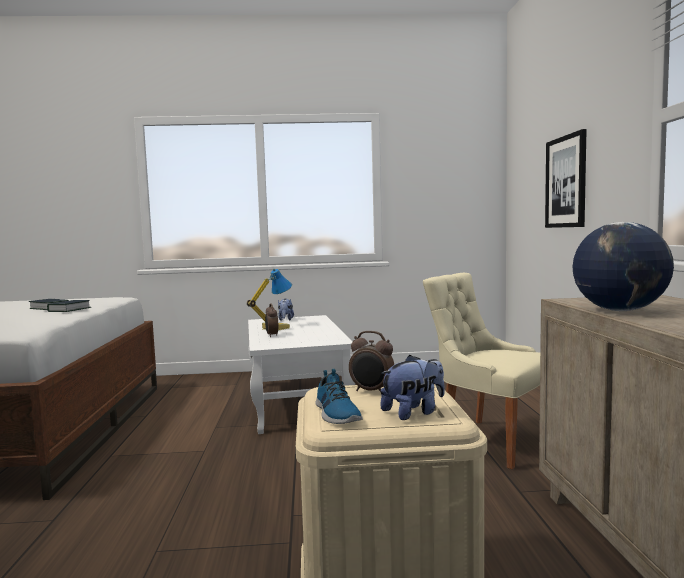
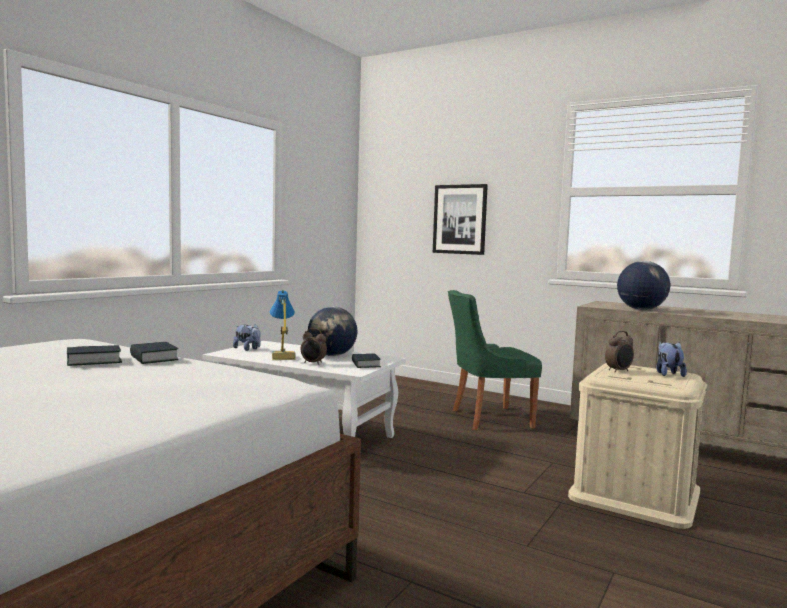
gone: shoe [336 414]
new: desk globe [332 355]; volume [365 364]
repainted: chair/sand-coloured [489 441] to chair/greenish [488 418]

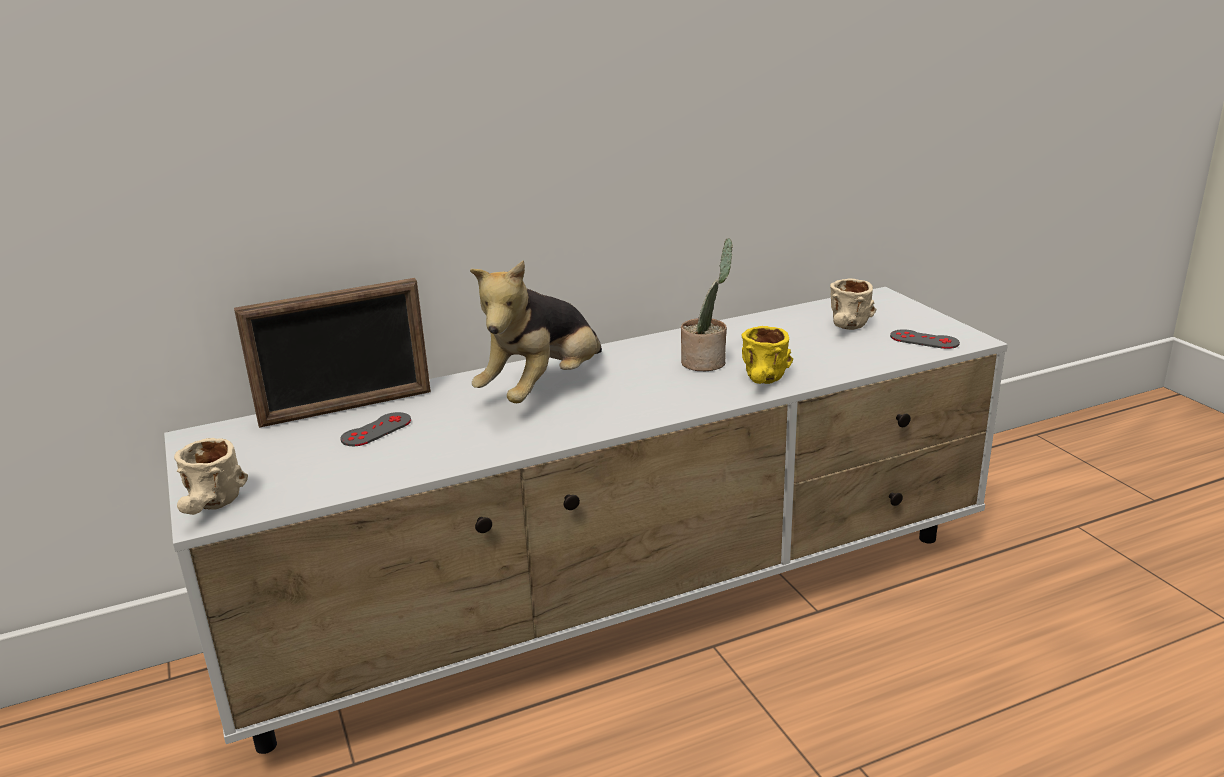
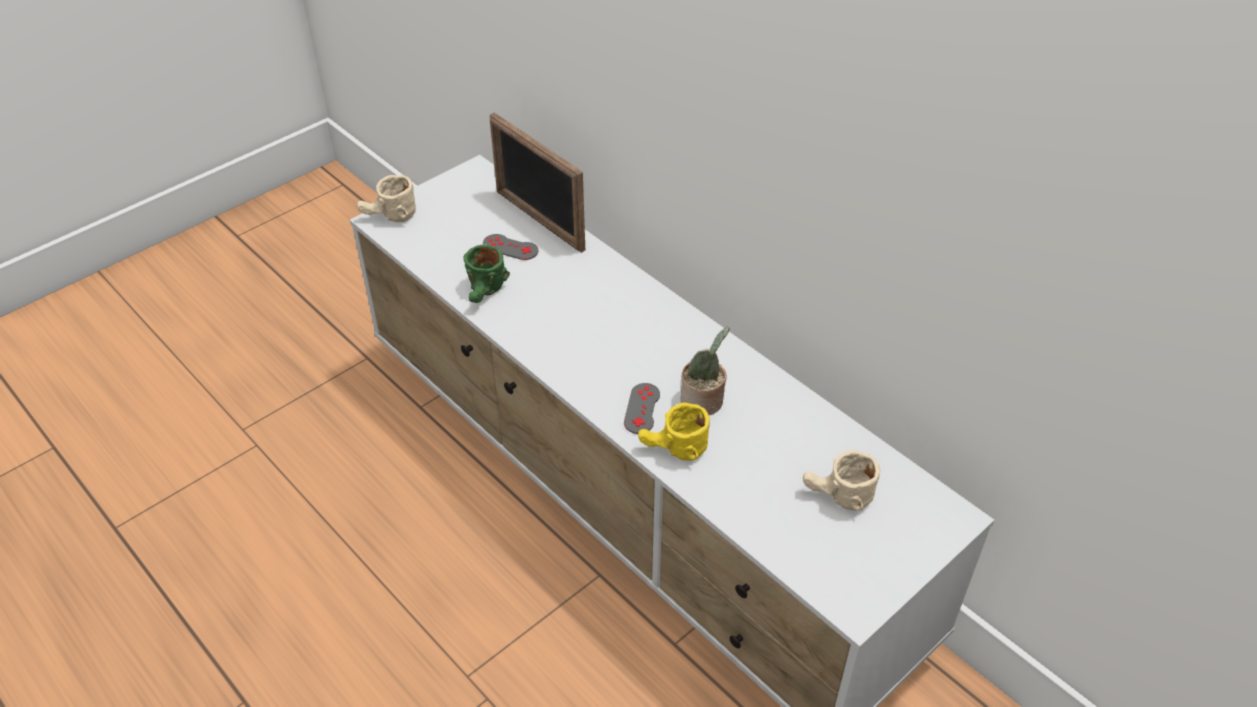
gone: plush toy [544 390]
new: tea mug/greenish [486 294]
shifted: gamepad/gray [924 340] to [642 408]

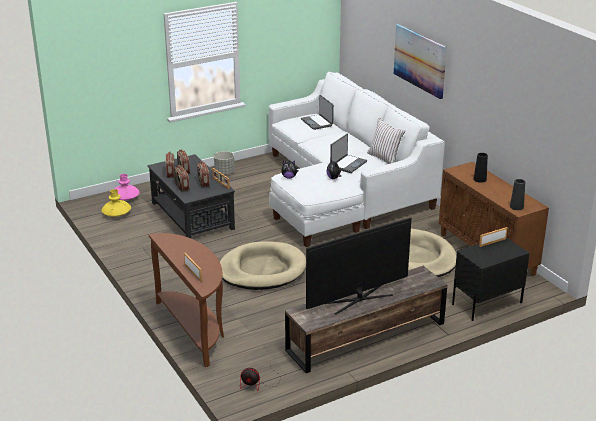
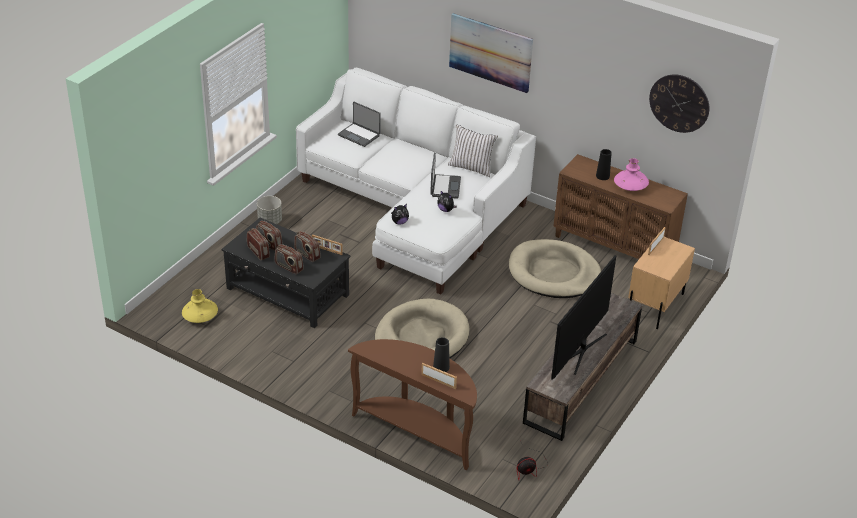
new: hanging clock [679 103]
shifted: flower vase/pinkish [125 198] to [630 186]; flower vase/black [516 207] to [441 367]
repainted: nightstand/black [486 303] to nightstand/sand-coloured [655 305]

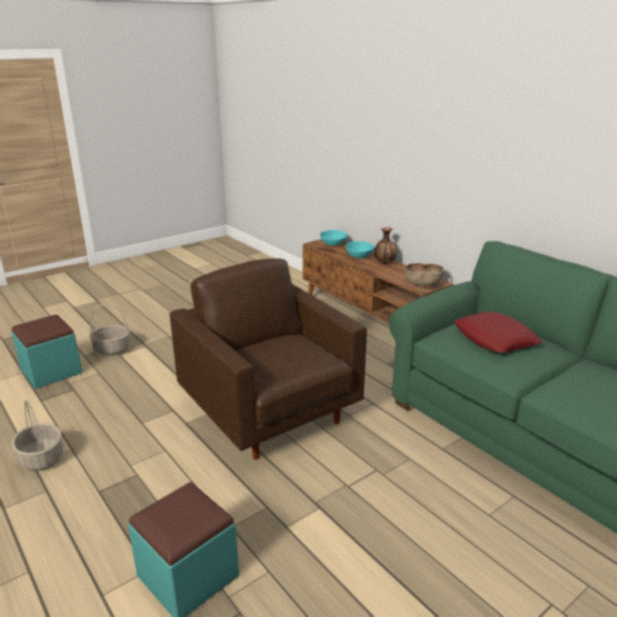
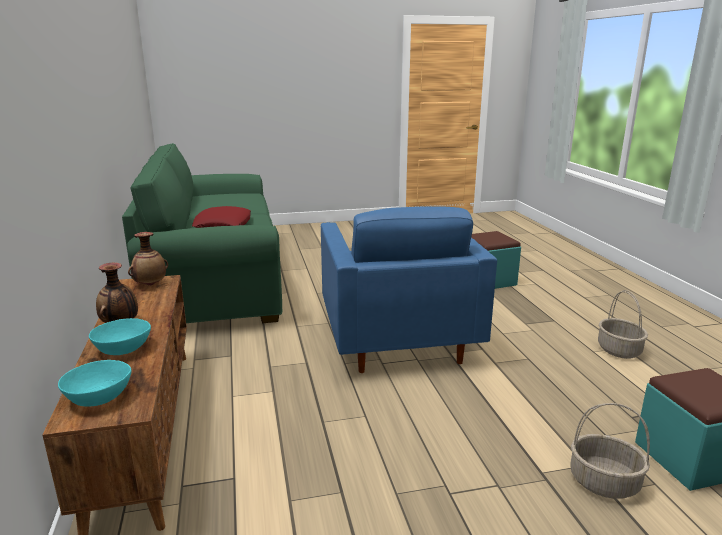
swapped: bowl/brownish [423 284] to flower vase [150 284]
repainted: easy chair/brownish [270 413] to easy chair/blue-coloured [396 339]

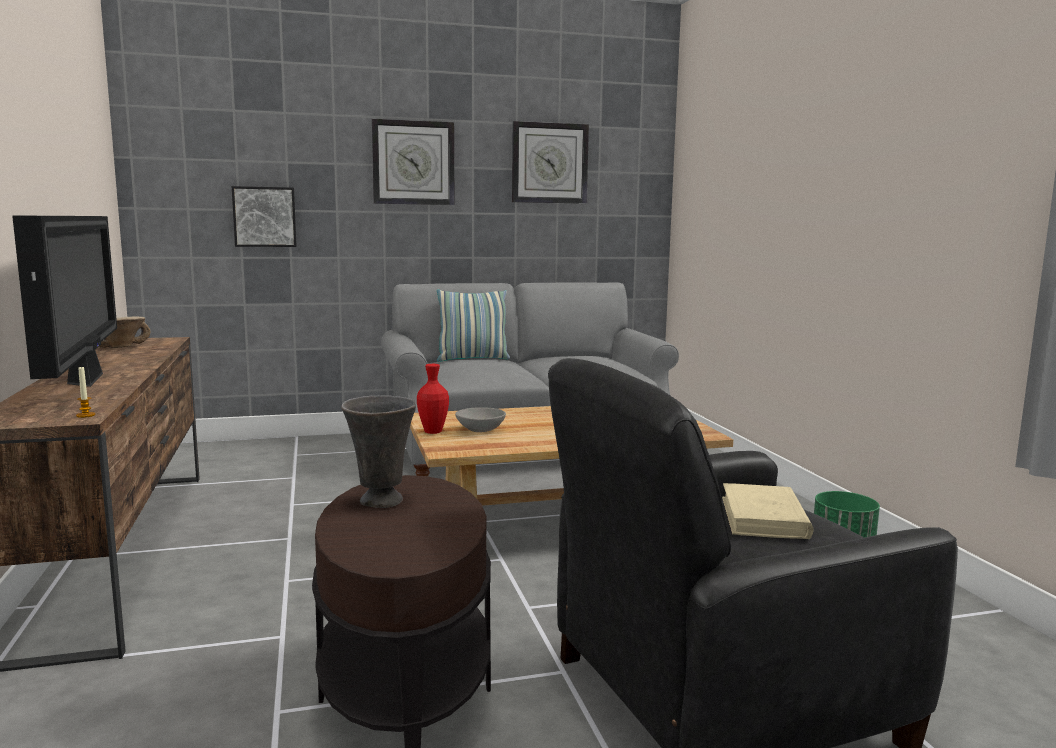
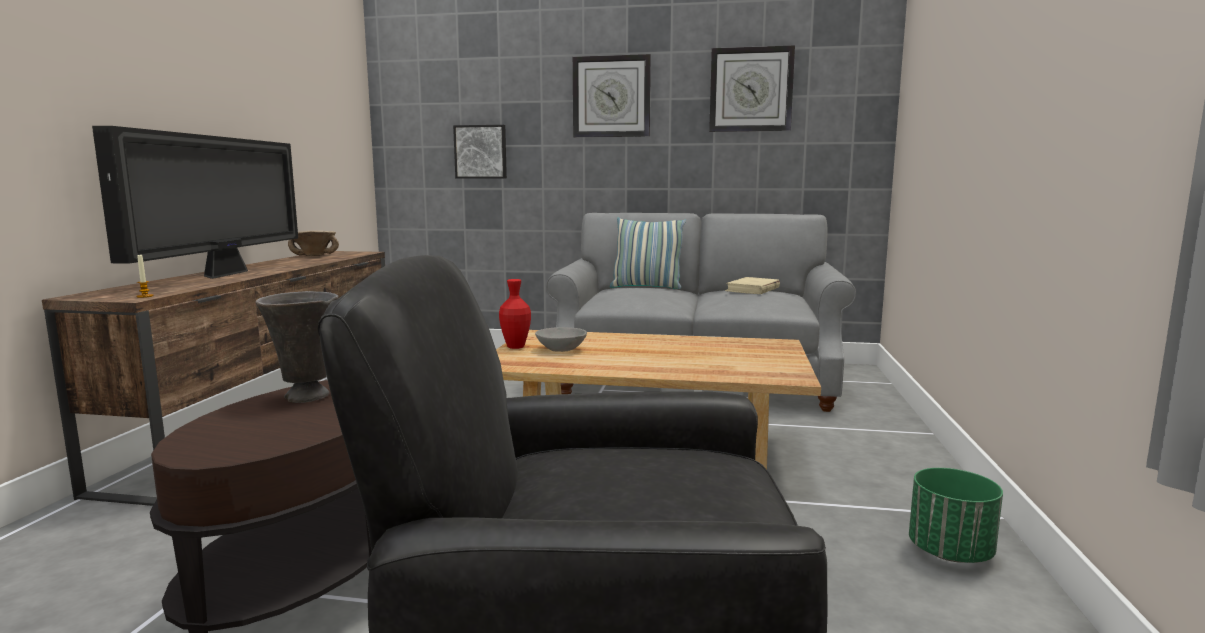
shifted: volume/sand-coloured [763 517] to [752 289]

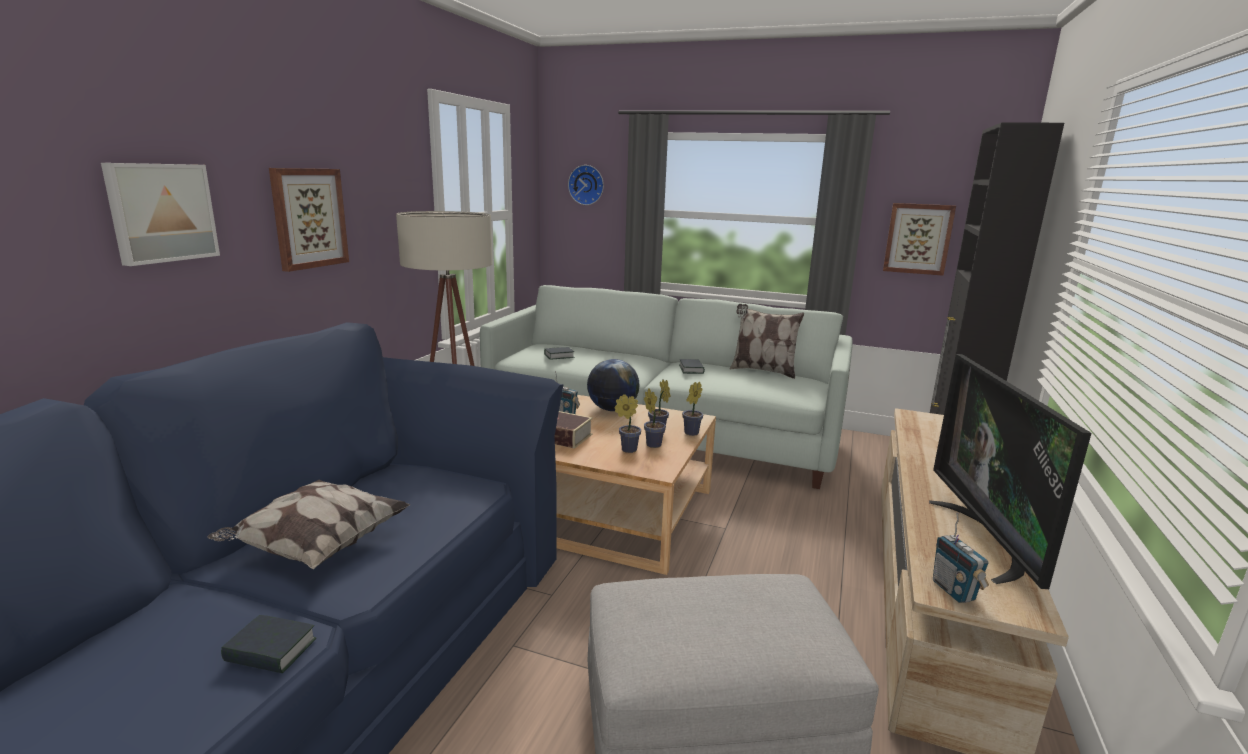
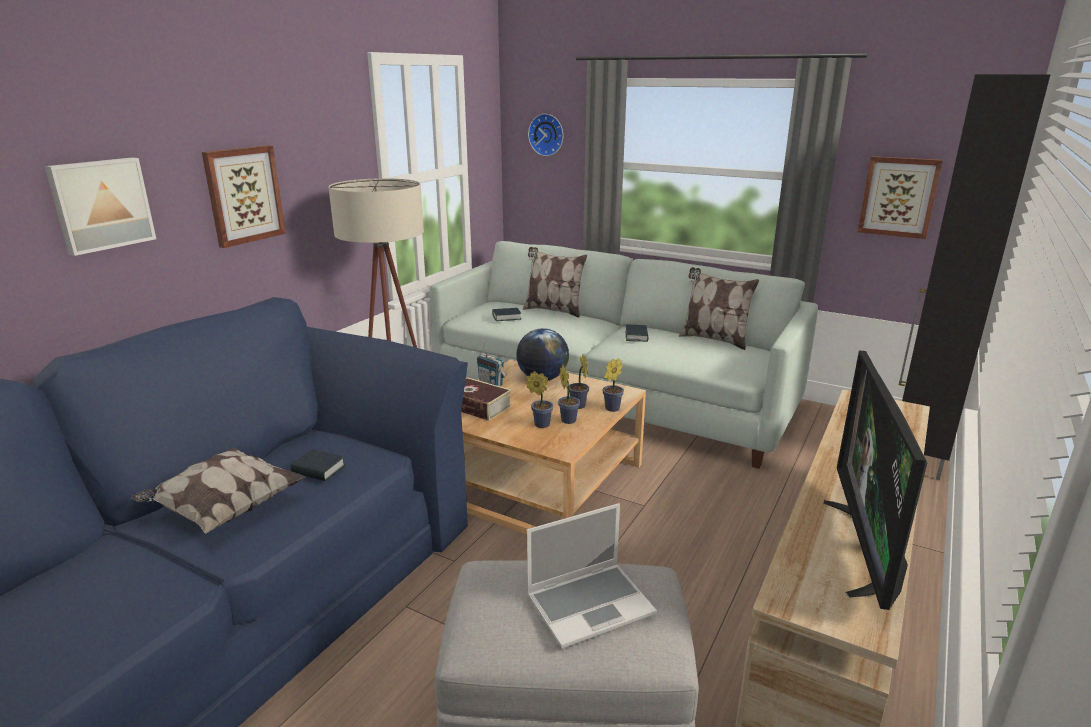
gone: radio receiver [953 591]
new: throw pillow [553 310]; portable computer [590 604]
shifted: volume [271 651] to [318 470]

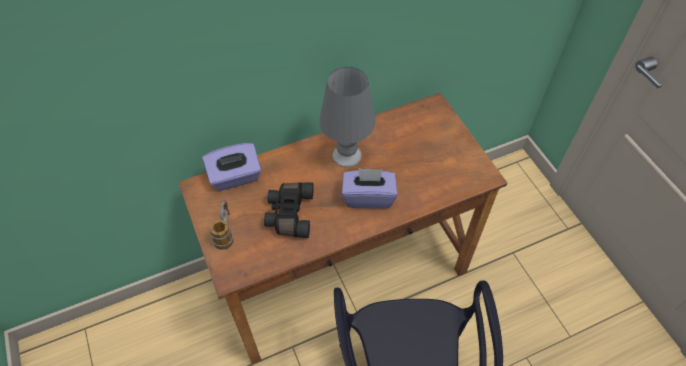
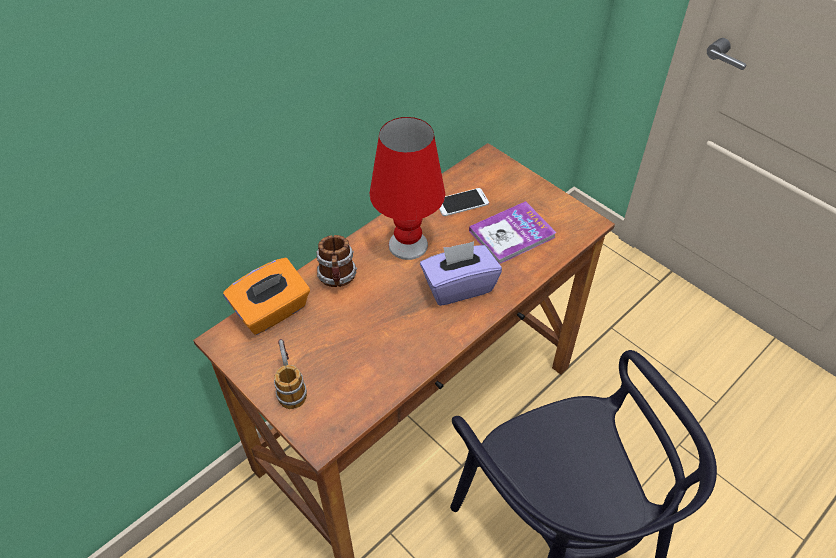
gone: pair of binoculars/black [289 214]
new: tea mug [338 278]; handset [461 202]; volume [512 234]
repainted: tissue box/purple [235 177] to tissue box/orange [272 311]; lamp for a table/gray [347 155] to lamp for a table/red-coloured [408 244]

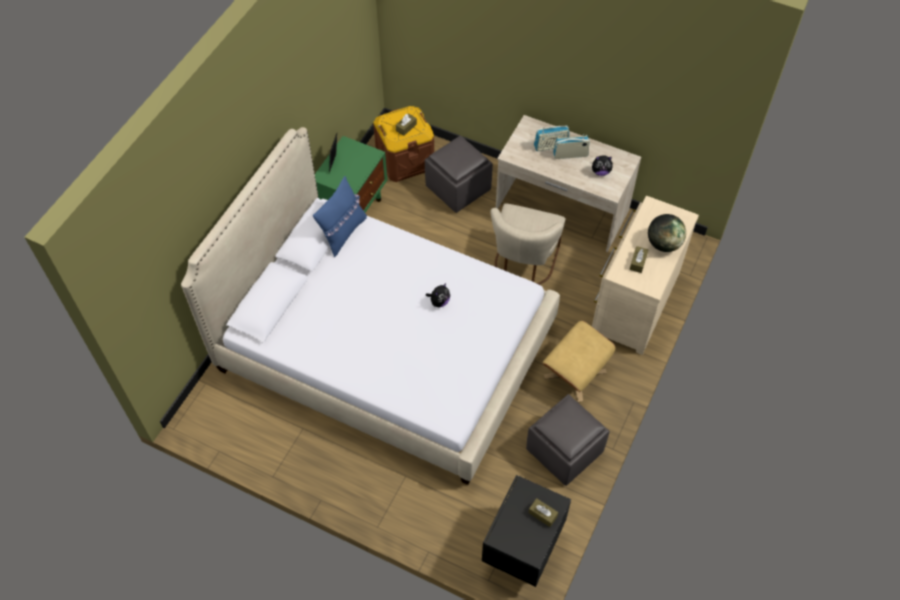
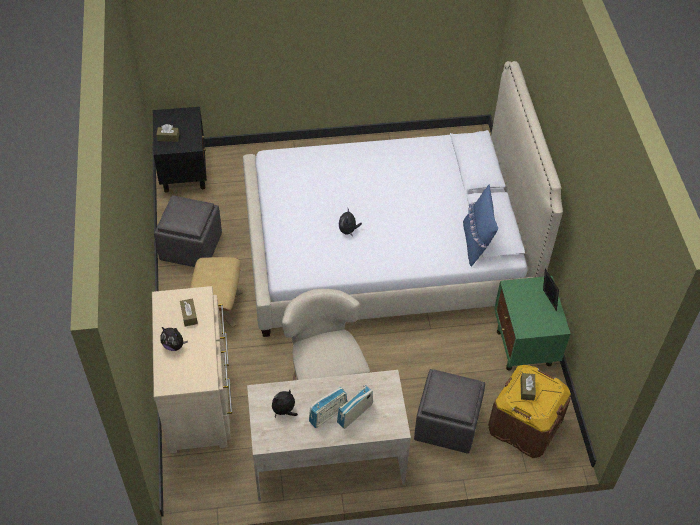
swapped: desk globe [663 244] to plush toy [174 345]

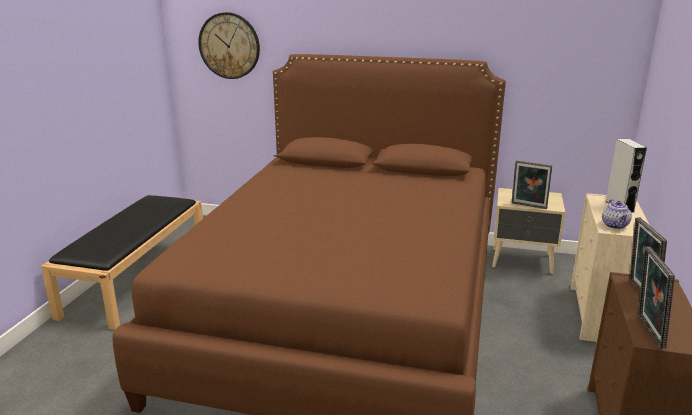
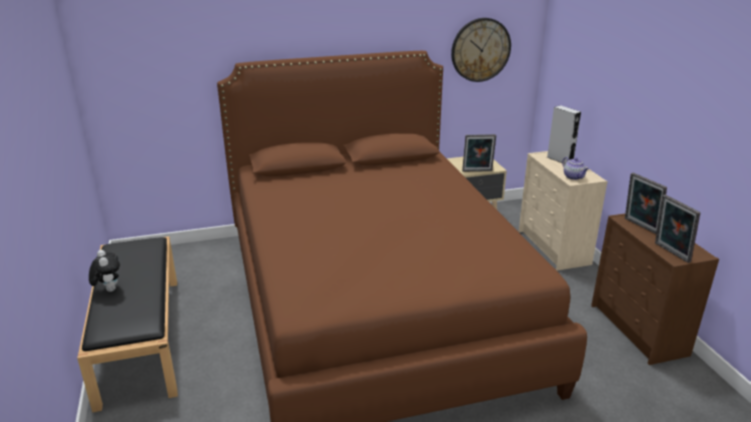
new: plush toy [108 289]
shifted: hanging clock [229 46] to [480 50]

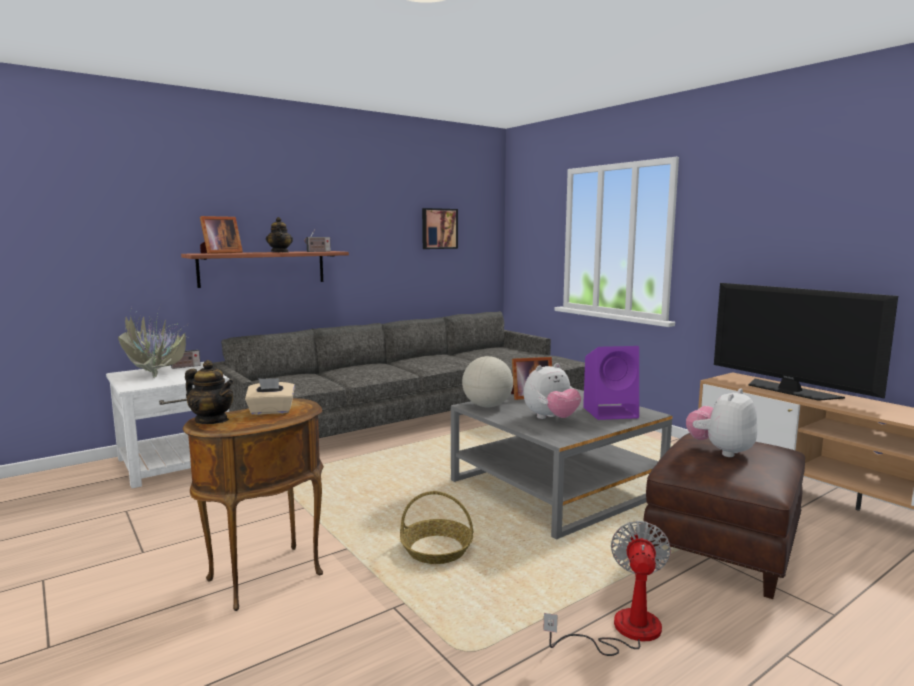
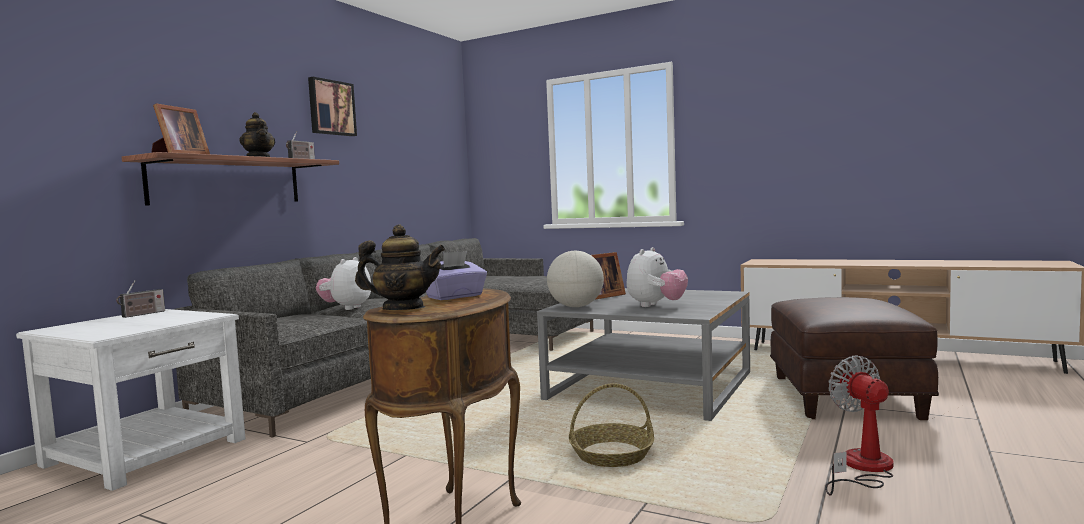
gone: potted plant [157 376]; loudspeaker/purple [611 412]; TV [789 390]
shifted: picture [439 228] to [331 108]; plush toy [721 451] to [346 308]
repainted: tissue box/sand-coloured [271 411] to tissue box/purple [455 296]

